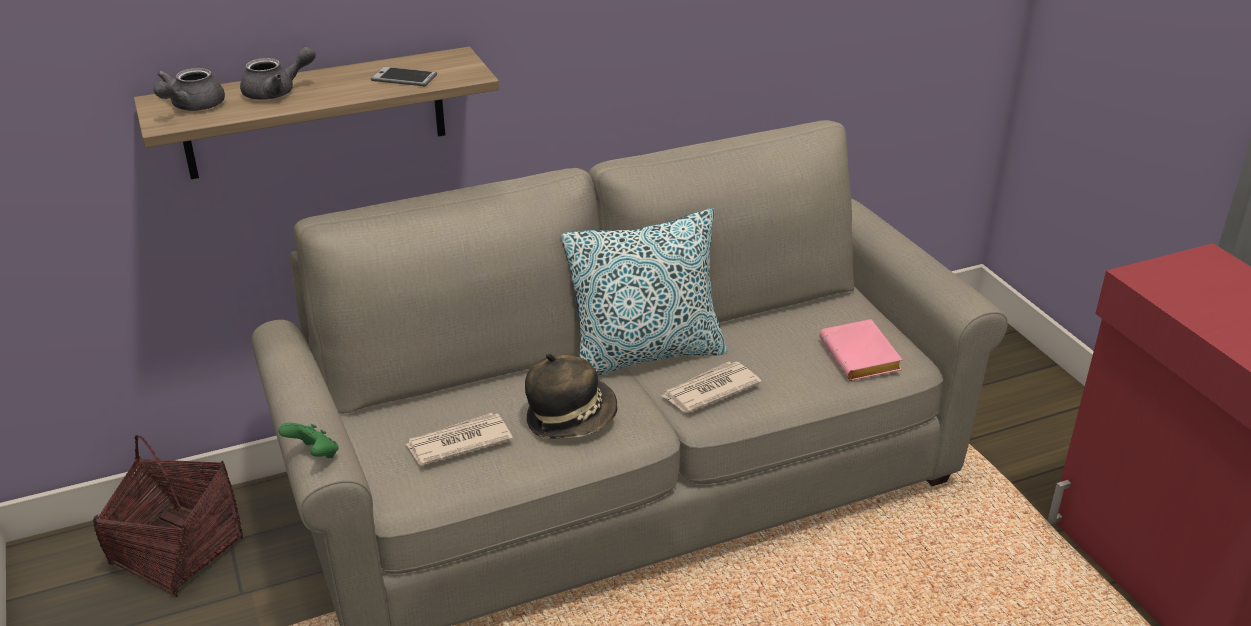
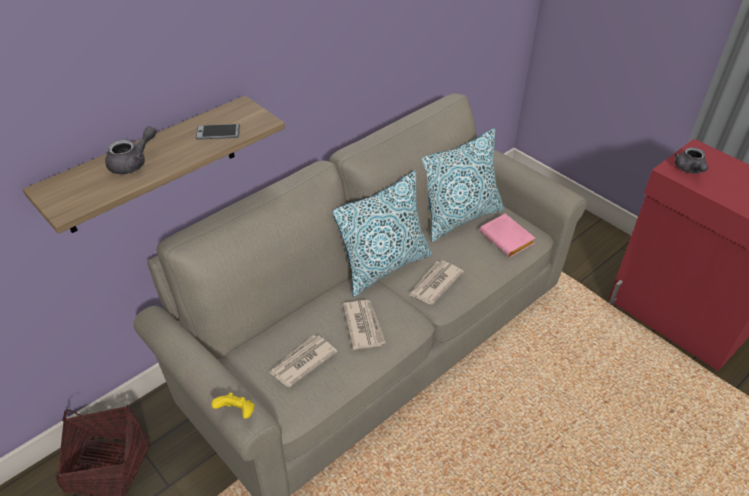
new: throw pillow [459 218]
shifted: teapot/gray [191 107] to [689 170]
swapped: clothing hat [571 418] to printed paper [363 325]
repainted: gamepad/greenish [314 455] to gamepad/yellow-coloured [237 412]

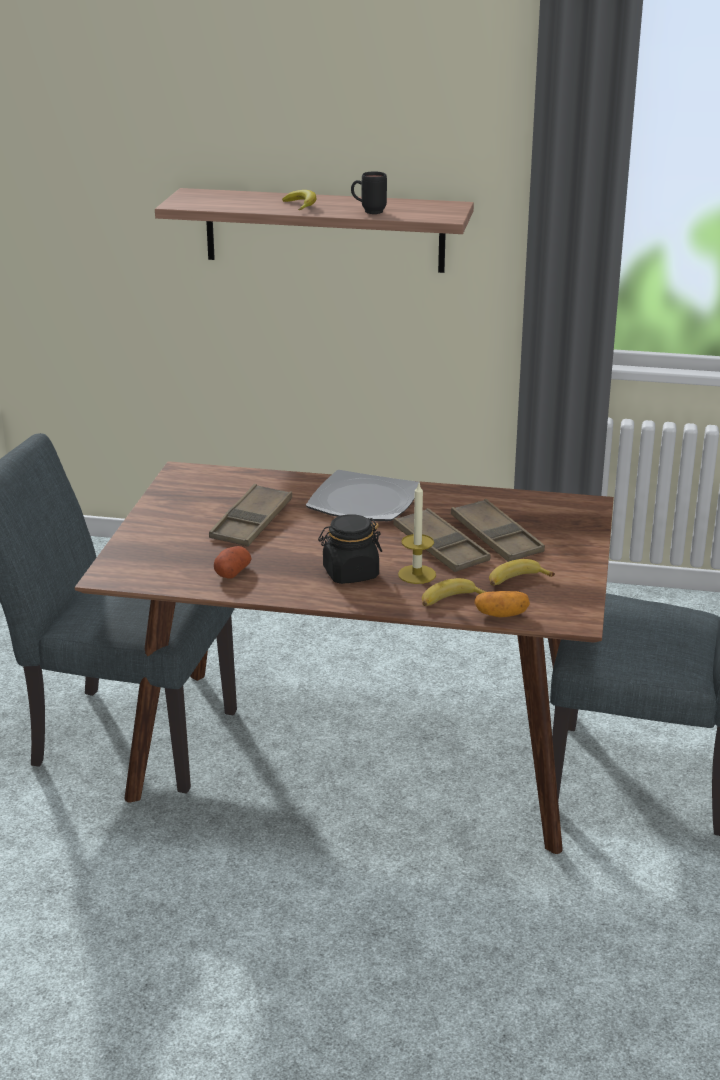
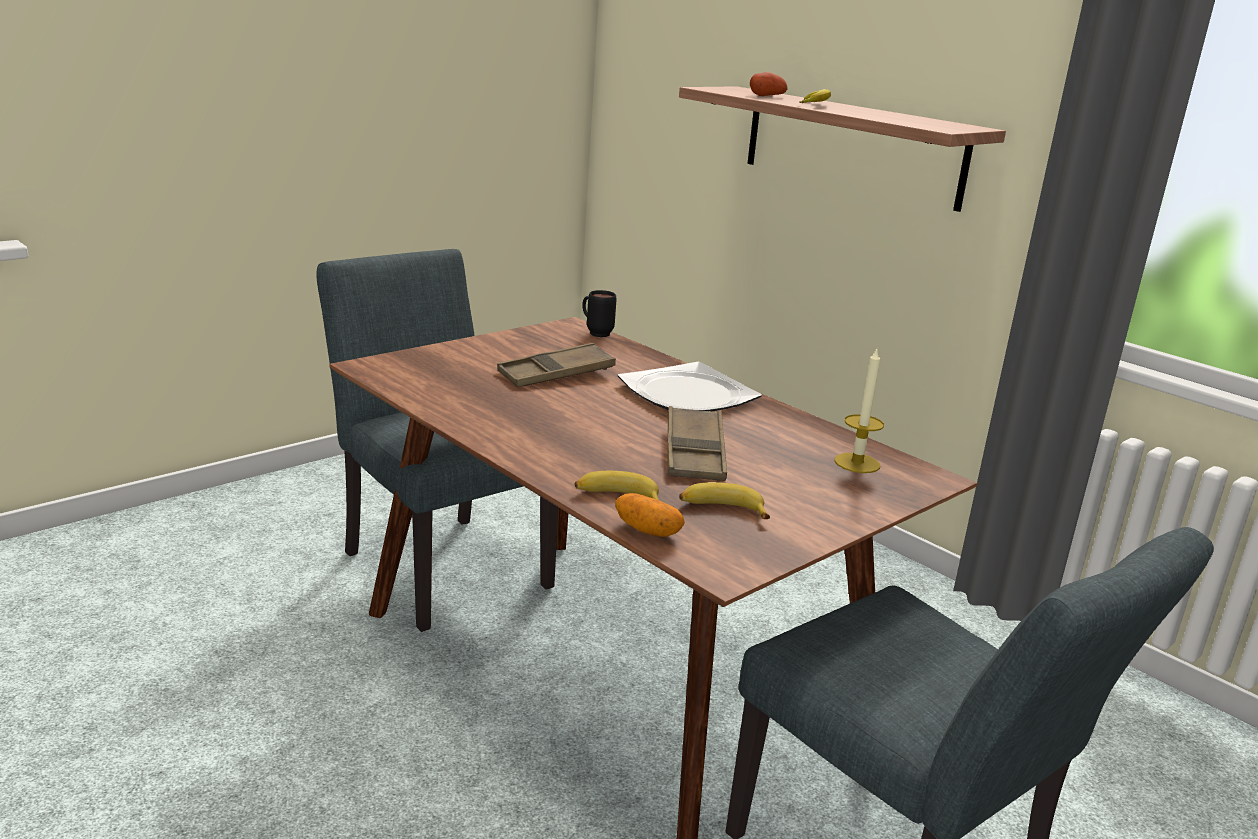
gone: storage jar/black [350 574]; tray/brownish [496 538]
shifted: potato [232 572] to [767 96]; tea mug/black [368 212] to [595 333]; candle [417 574] to [857 463]

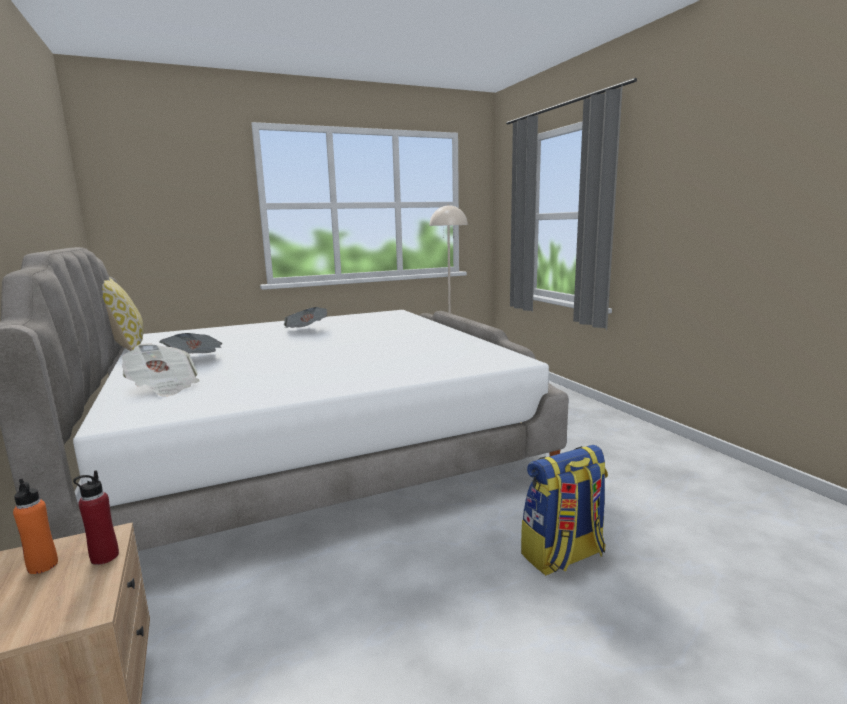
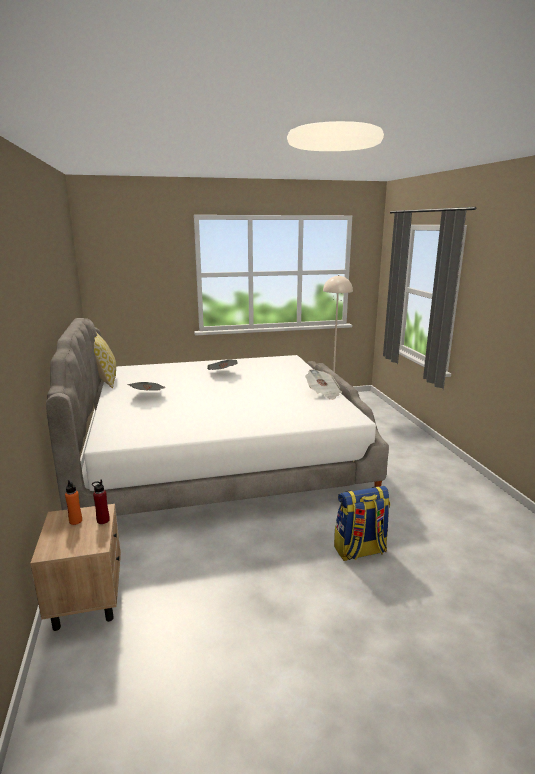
shifted: printed paper [163 387] to [323 394]

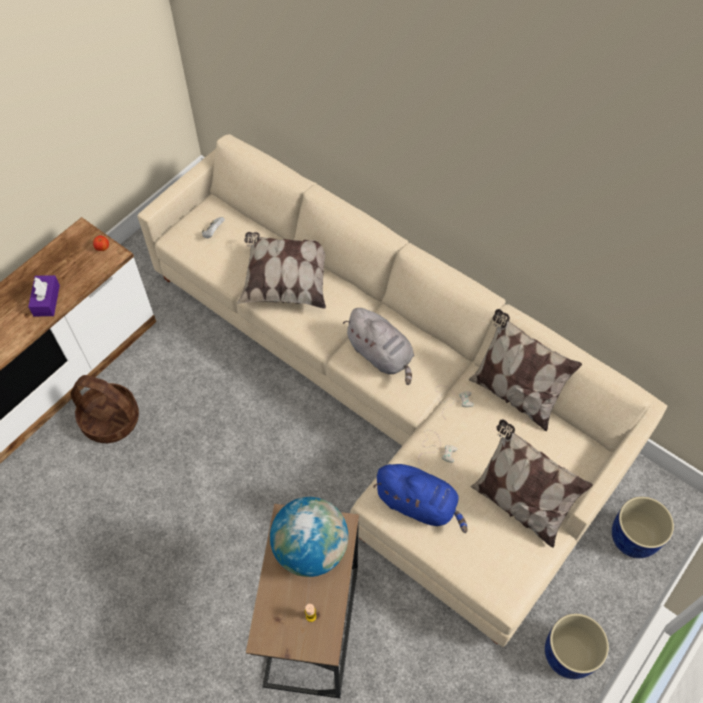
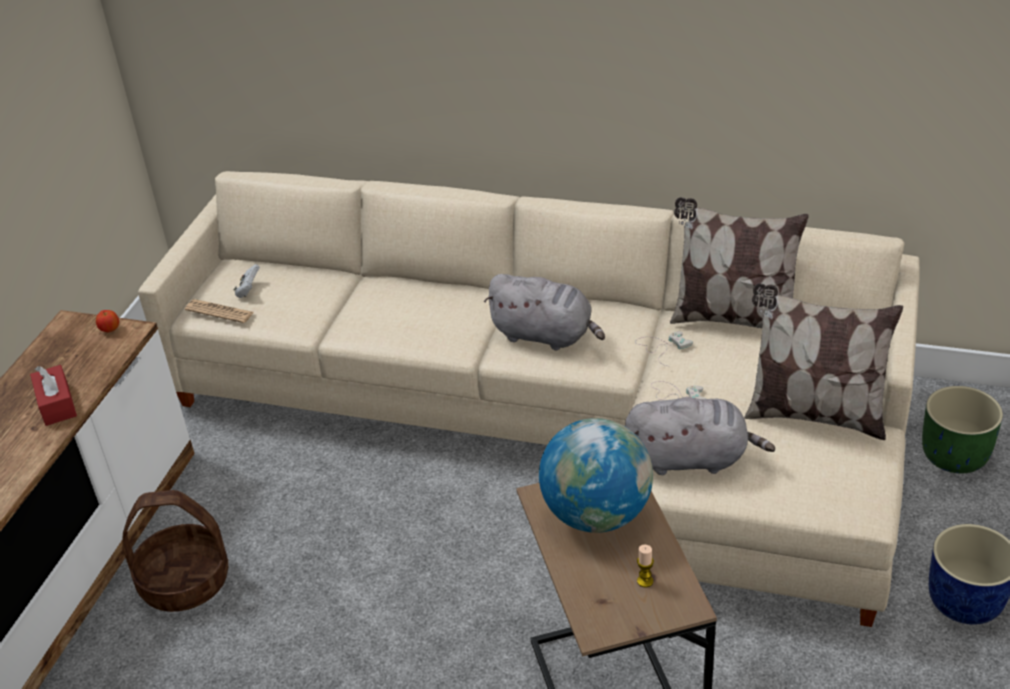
gone: throw pillow [285 281]
new: printed paper [219 312]
repainted: tissue box/purple [46 300] to tissue box/red-coloured [56 404]; plush toy/blue-coloured [419 504] to plush toy/gray [692 459]; plant pot/blue-coloured [633 538] to plant pot/greenish [954 457]

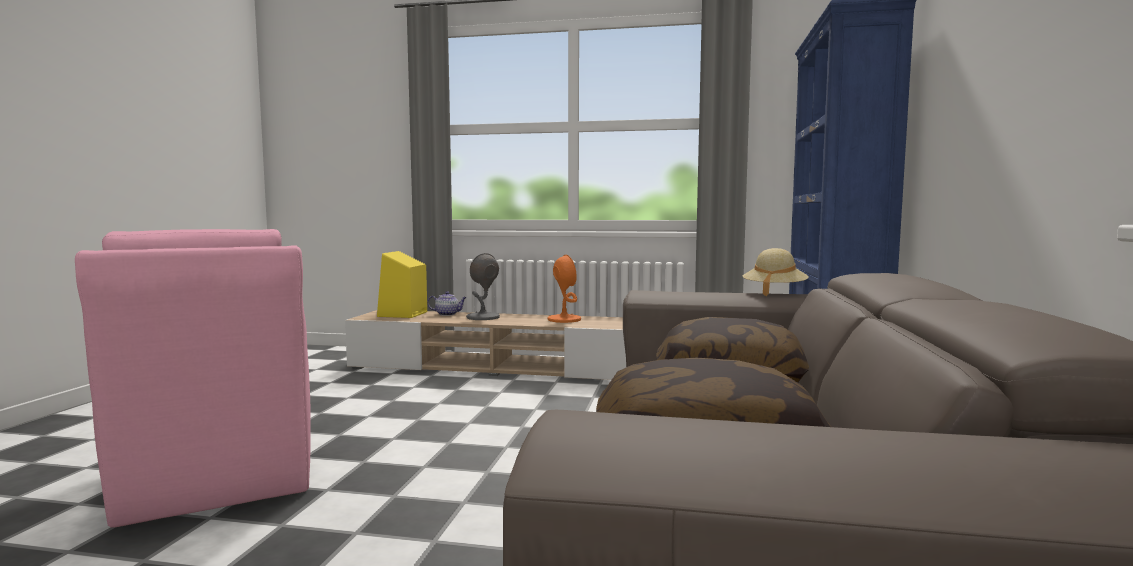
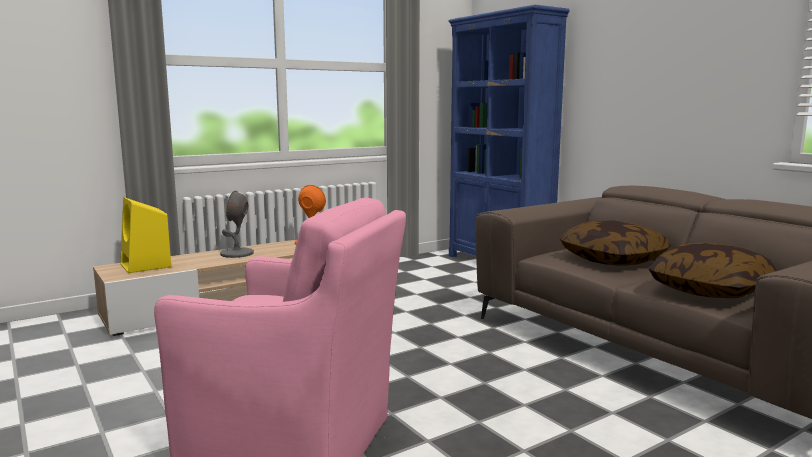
gone: teapot [448 314]; clothing hat/sand-coloured [774 292]

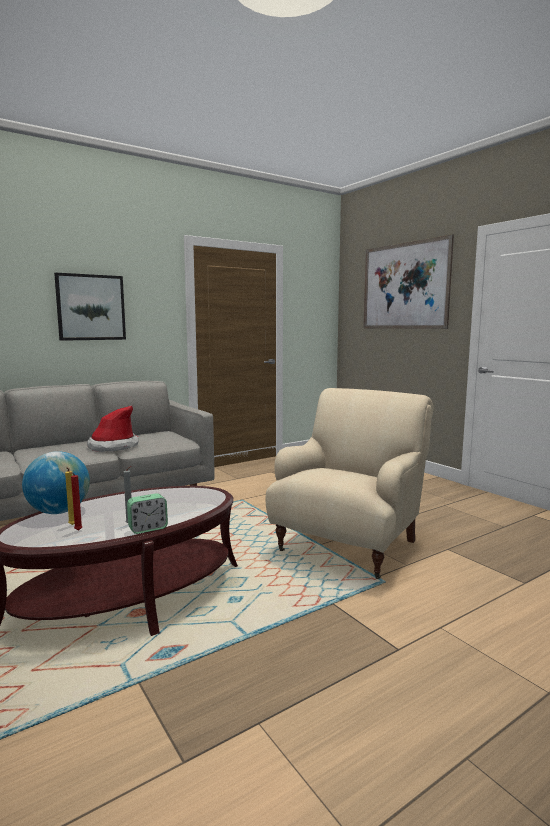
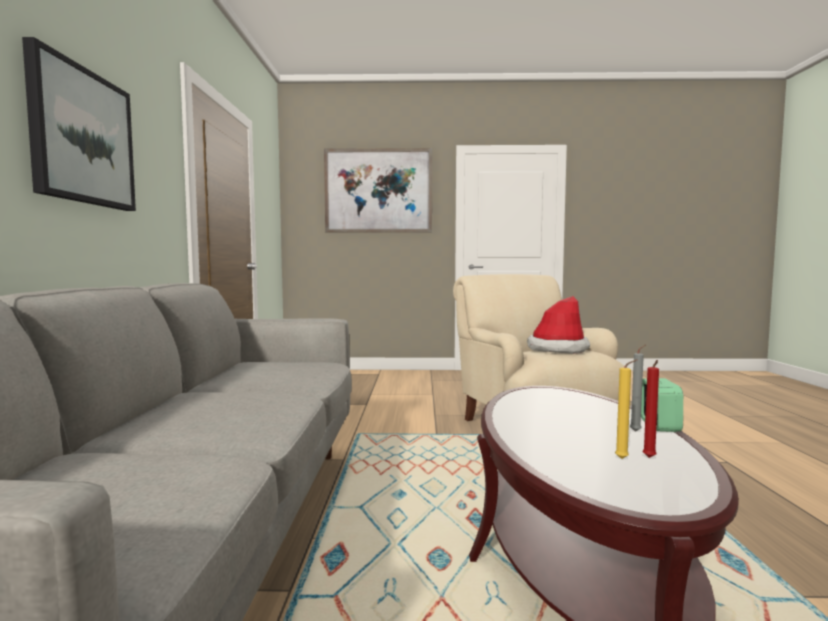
gone: desk globe [59 512]
shifted: clothing hat [113 446] to [557 349]

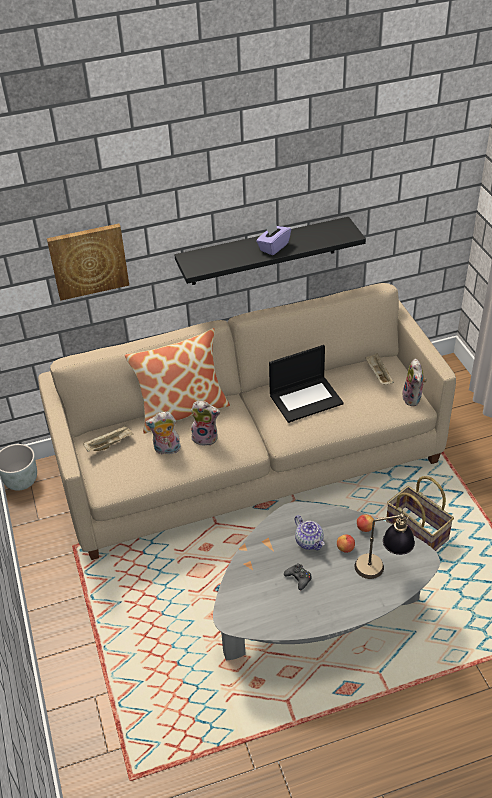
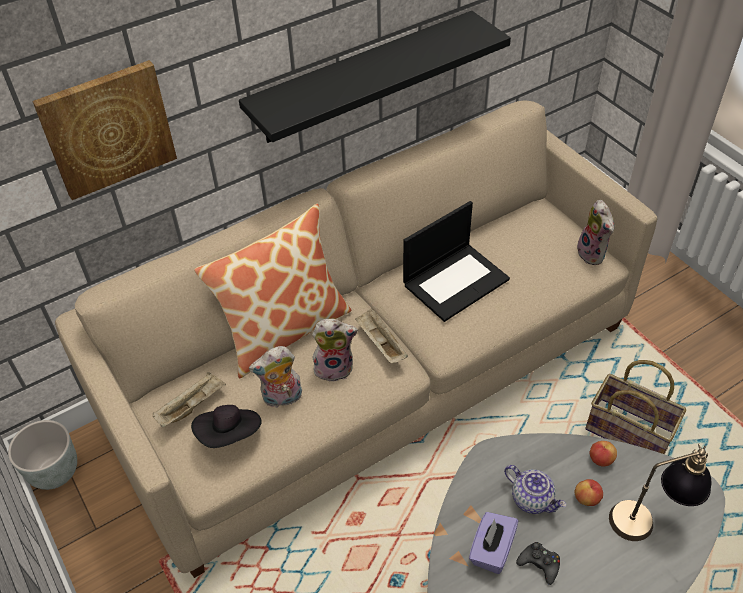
new: clothing hat/black [230 434]
shifted: tissue box/purple [273 247] to [491 550]; tray/sand-coloured [378 375] to [380 343]

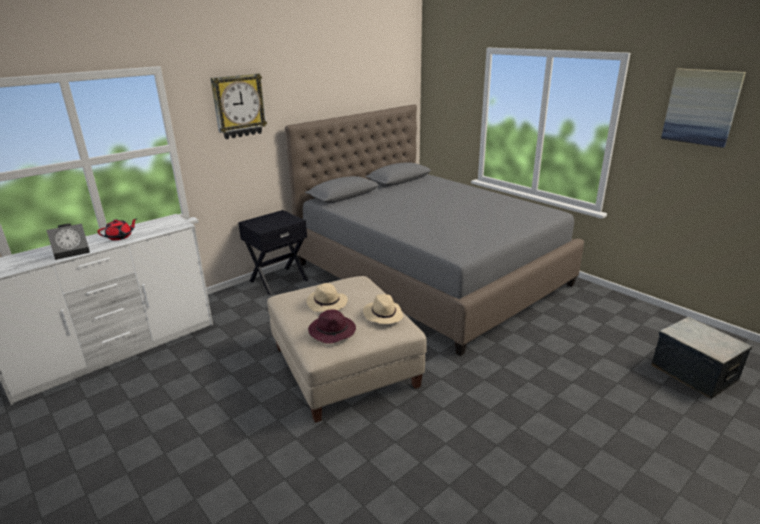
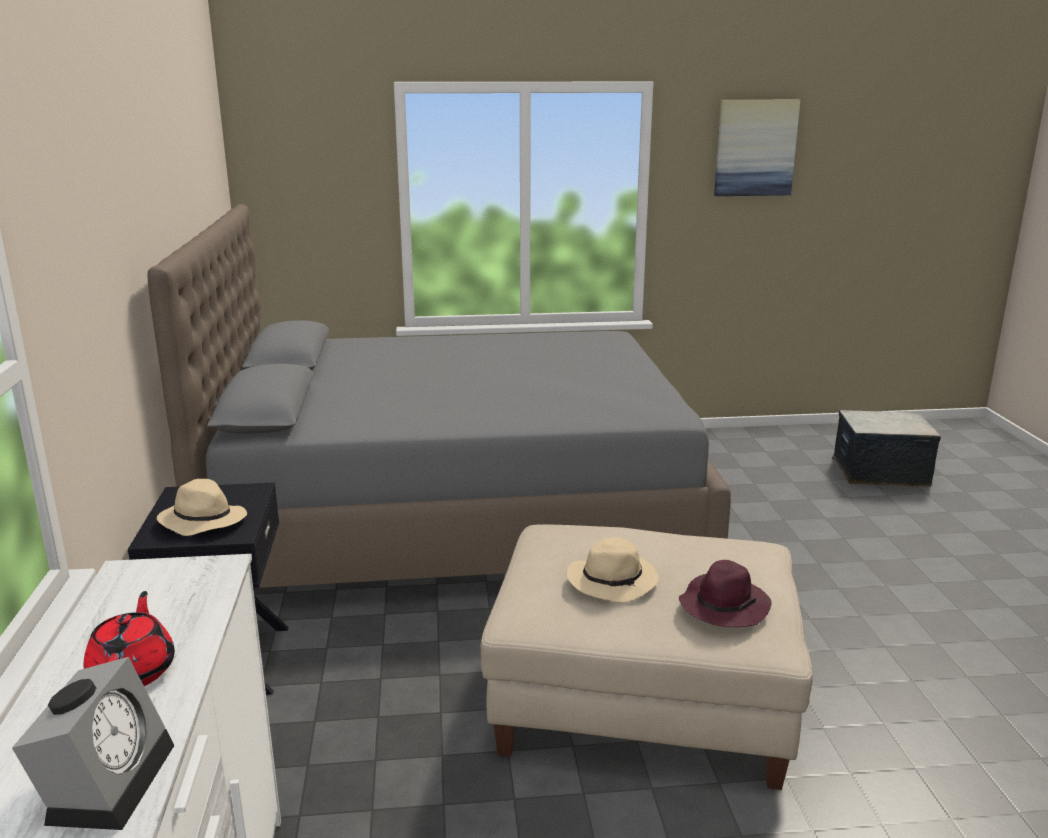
gone: hanging clock [238 106]
shifted: clothing hat/sand-coloured [383 315] to [202 521]

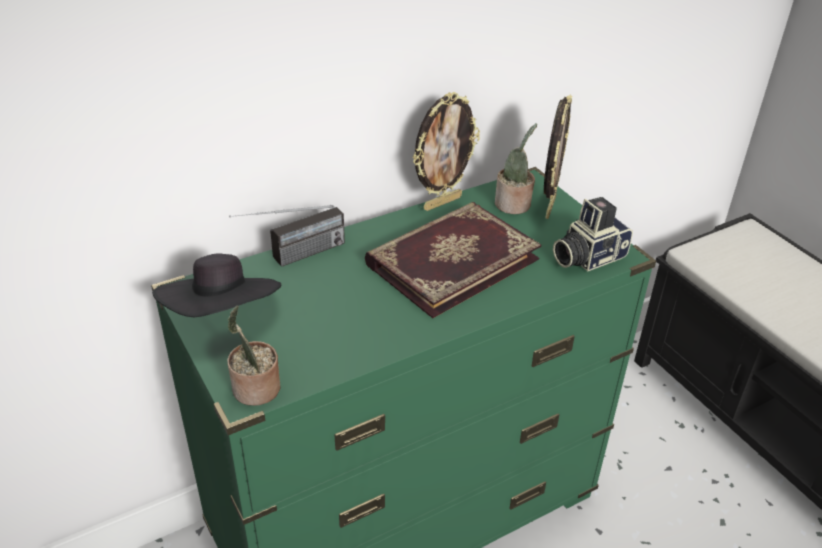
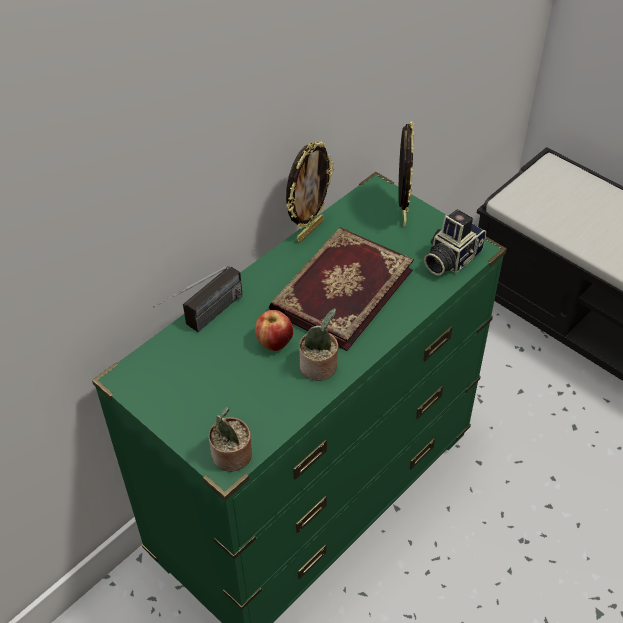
gone: clothing hat/black [223 315]
new: whole apple [274 343]
shifted: potted plant [513 205] to [320 368]

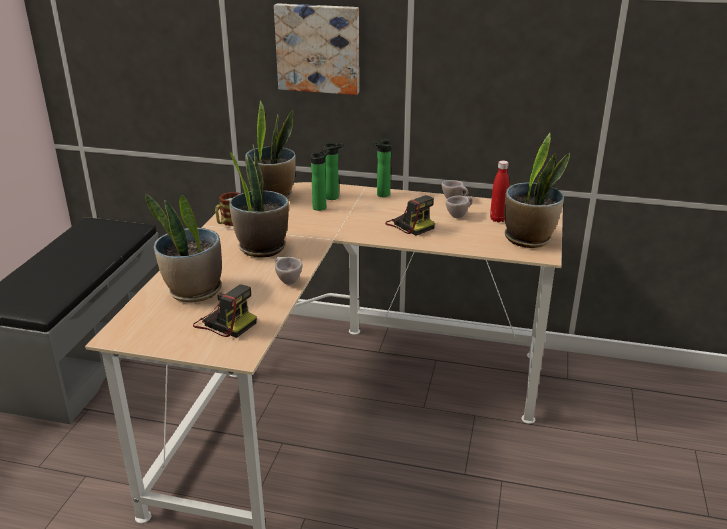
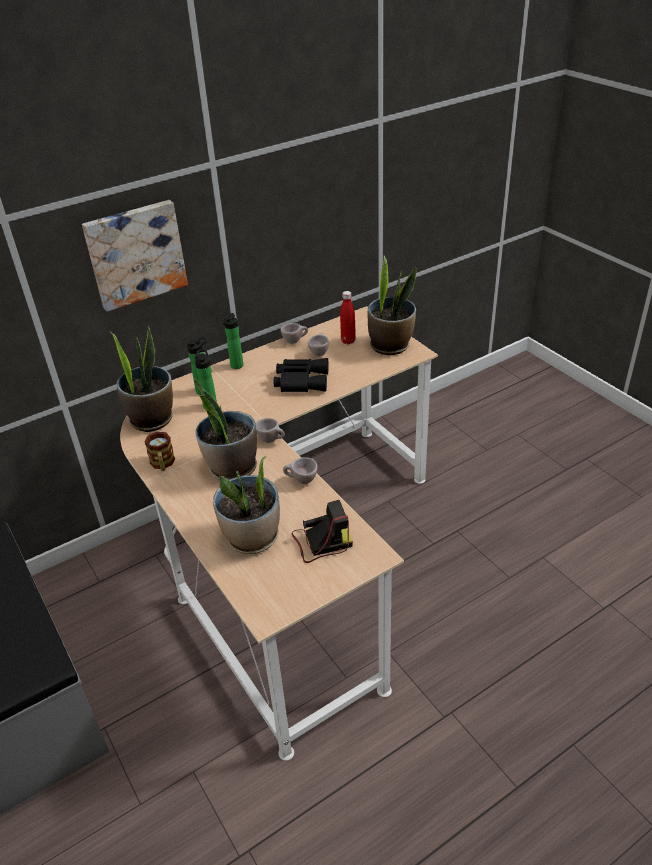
new: drinking cup/sand-coloured [271 440]
swapped: still camera [410 225] to pair of binoculars/black [301 380]

